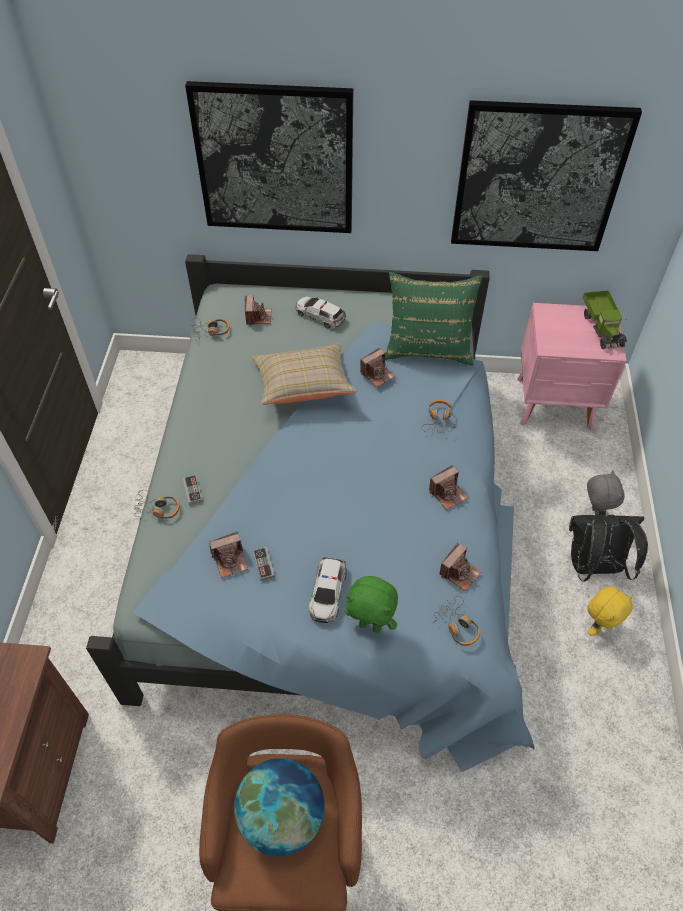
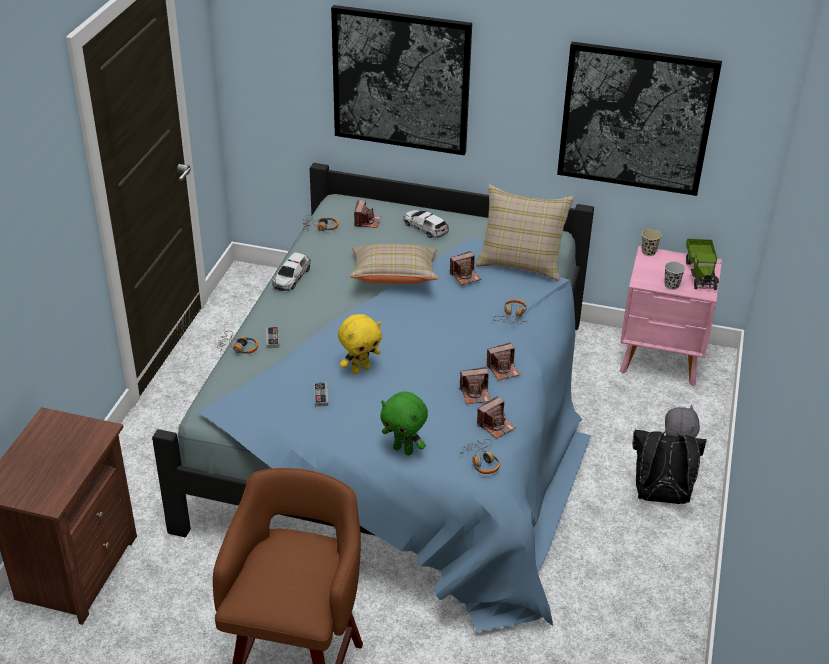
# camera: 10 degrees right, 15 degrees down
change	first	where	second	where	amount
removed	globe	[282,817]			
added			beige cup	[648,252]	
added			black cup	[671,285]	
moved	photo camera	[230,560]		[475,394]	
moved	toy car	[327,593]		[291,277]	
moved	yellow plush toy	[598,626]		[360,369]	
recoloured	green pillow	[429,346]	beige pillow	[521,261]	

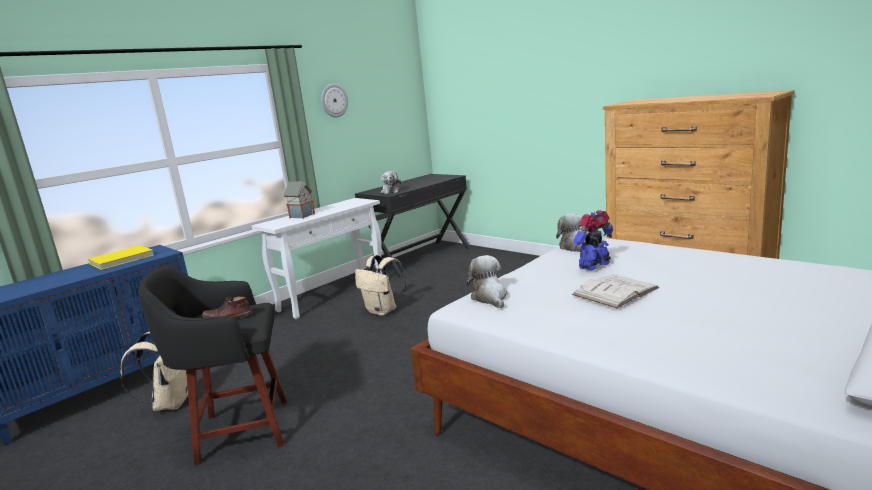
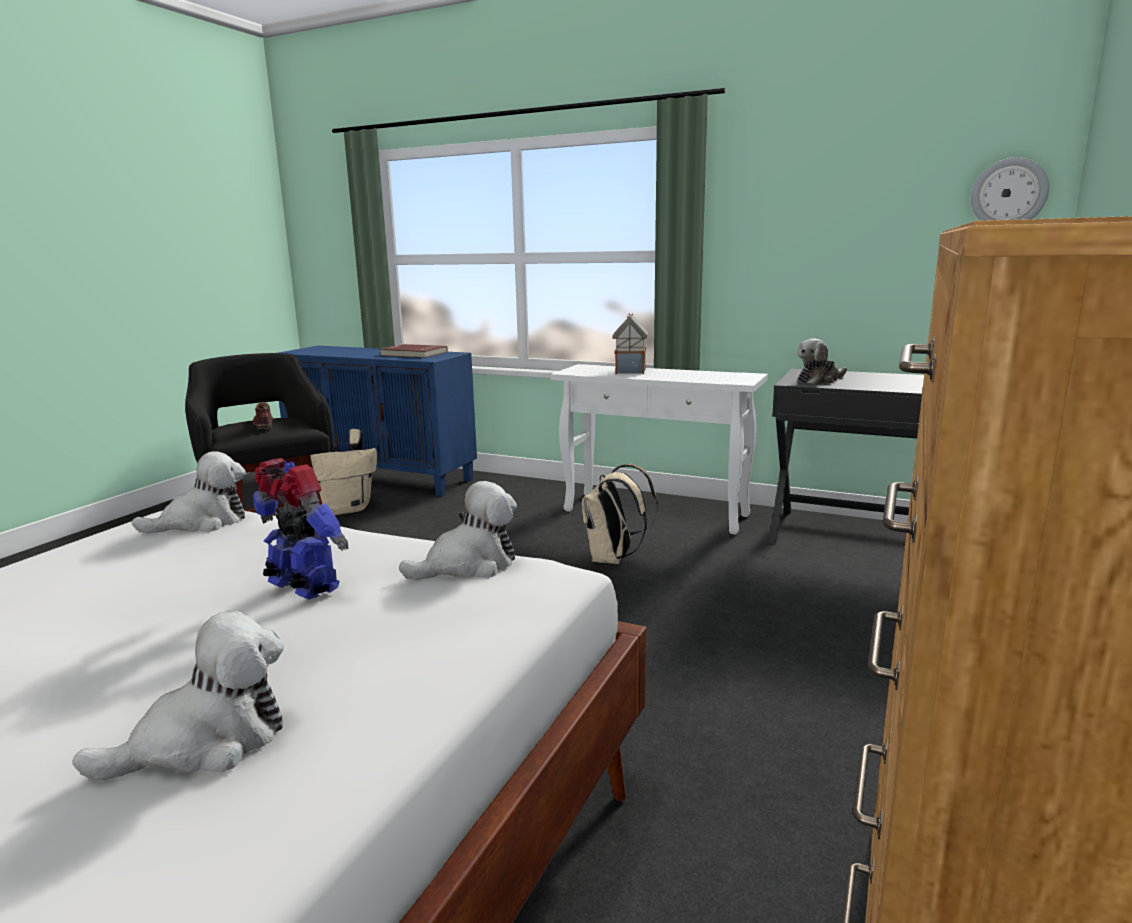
# camera: 70 degrees right, 0 degrees up
change	first	where	second	where	amount
removed	white book	[615,291]			
added			plush toy	[206,741]	
moved	wall clock	[334,100]		[1009,193]	
recoloured	yellow book	[122,259]	red book	[413,354]	

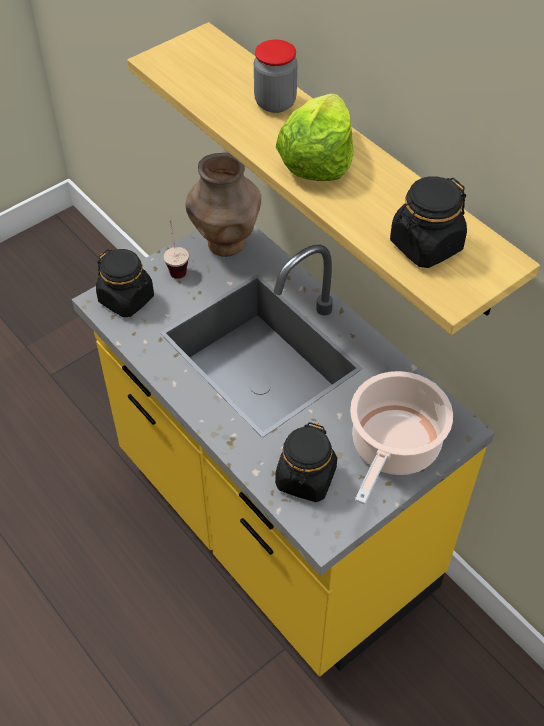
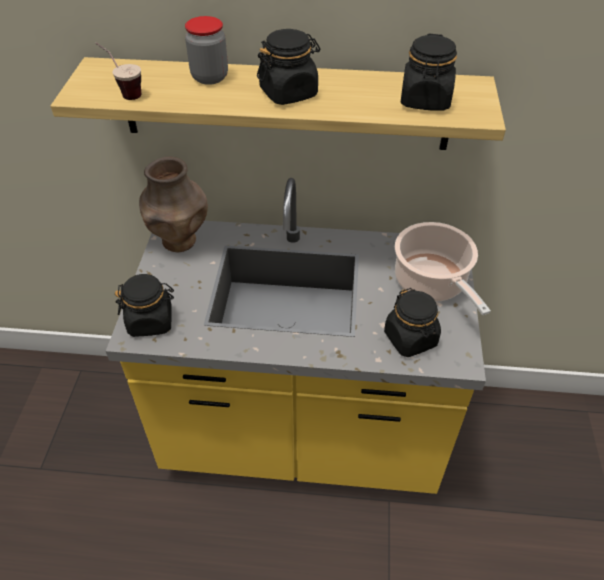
# camera: 45 degrees left, 5 degrees down
change	first	where	second	where	amount
moved	cup	[176,265]		[124,92]	
replaced	lettuce	[316,160]	black jar	[289,93]	

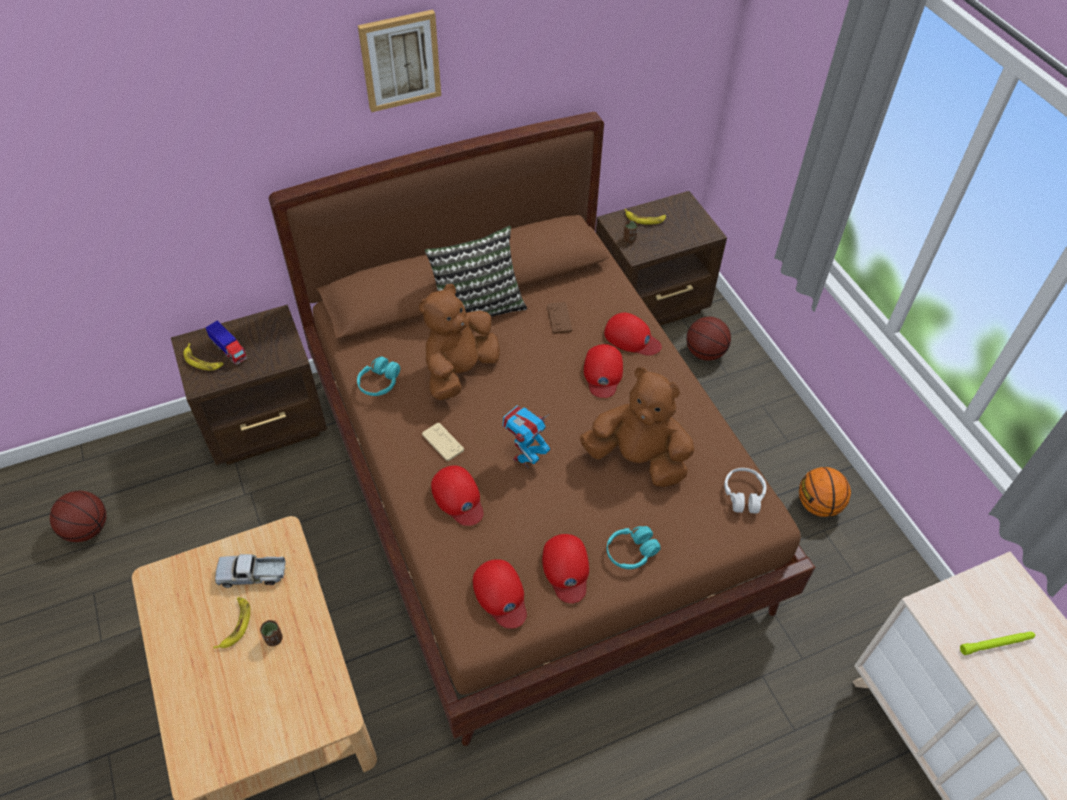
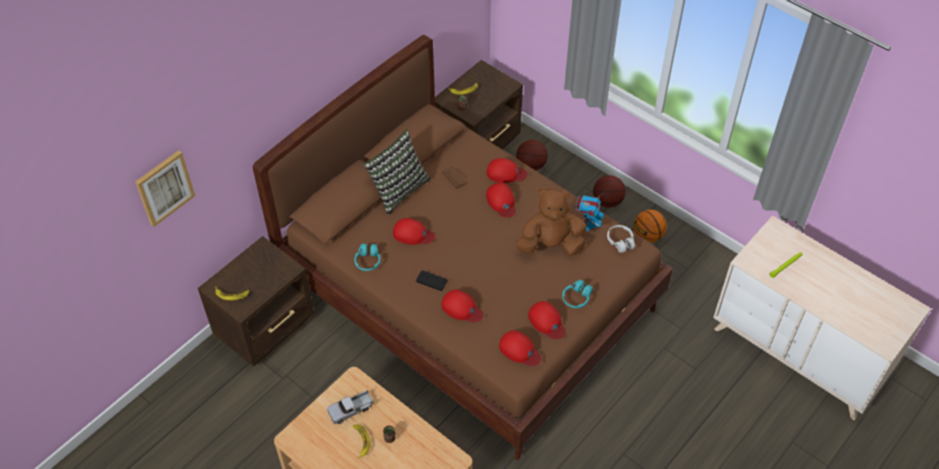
# camera: 25 degrees left, 0 degrees up
change	first	where	second	where	amount
removed	toy truck	[229,350]			
moved	basketball	[87,529]		[607,201]	
moved	picture	[400,60]		[164,187]	
moved	toy robot	[525,458]		[587,227]	
replaced	brown plush toy	[459,371]	red cap	[413,234]	
recoloured	beige game controller	[443,442]	black game controller	[431,281]	

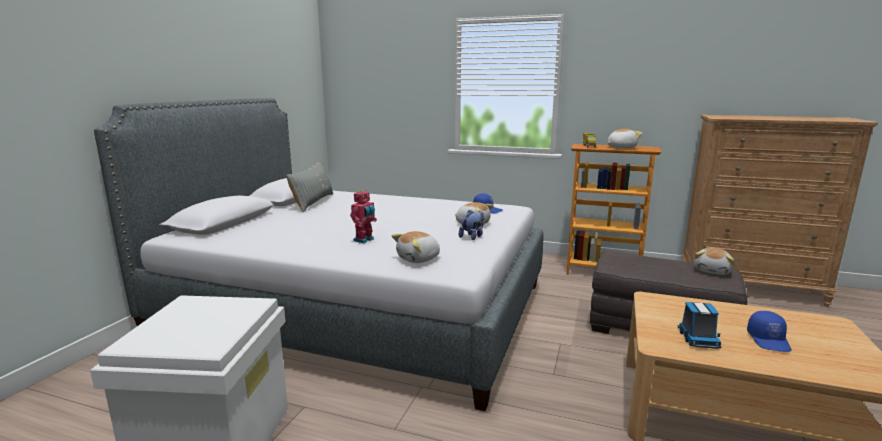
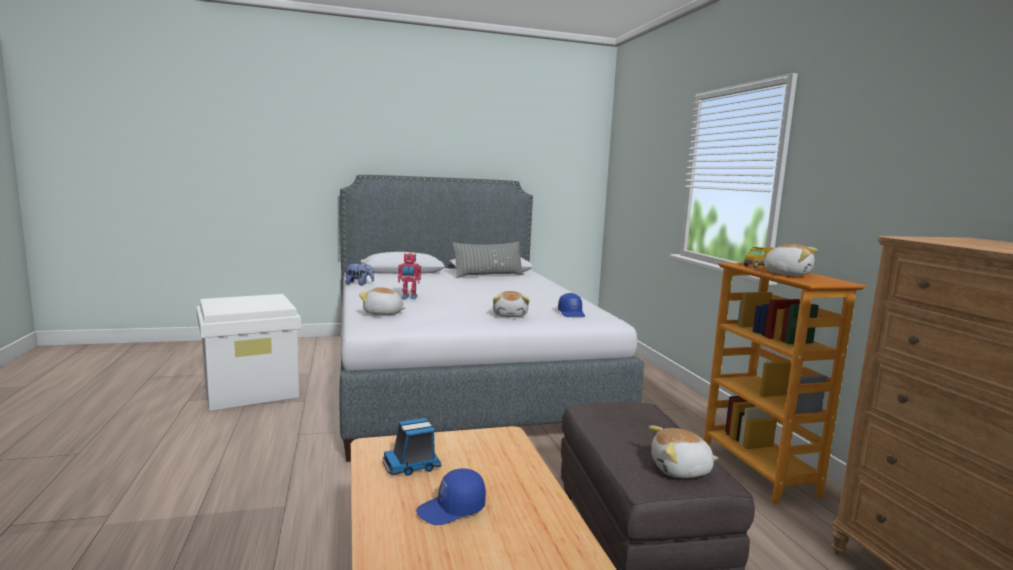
# camera: 55 degrees right, 5 degrees down
change	first	where	second	where	amount
moved	plush toy	[472,236]		[359,284]	

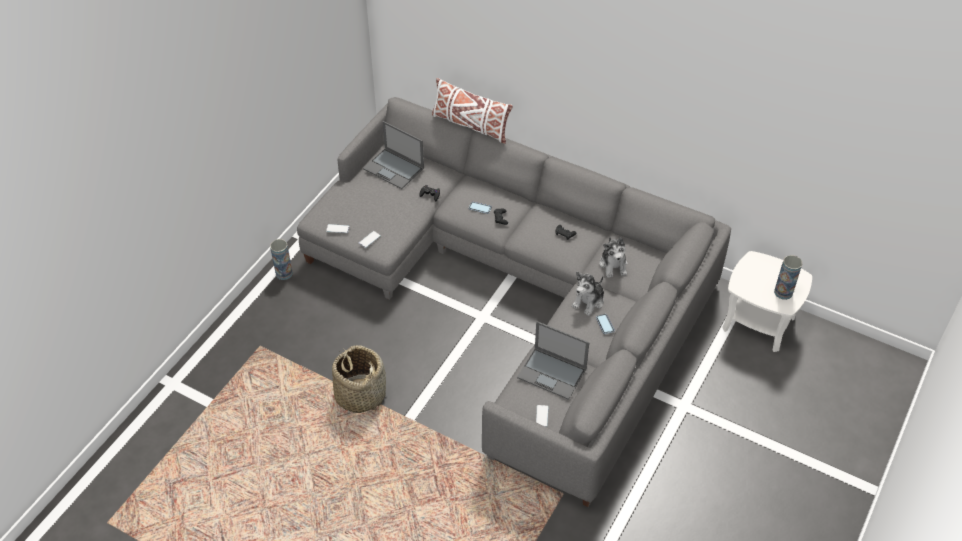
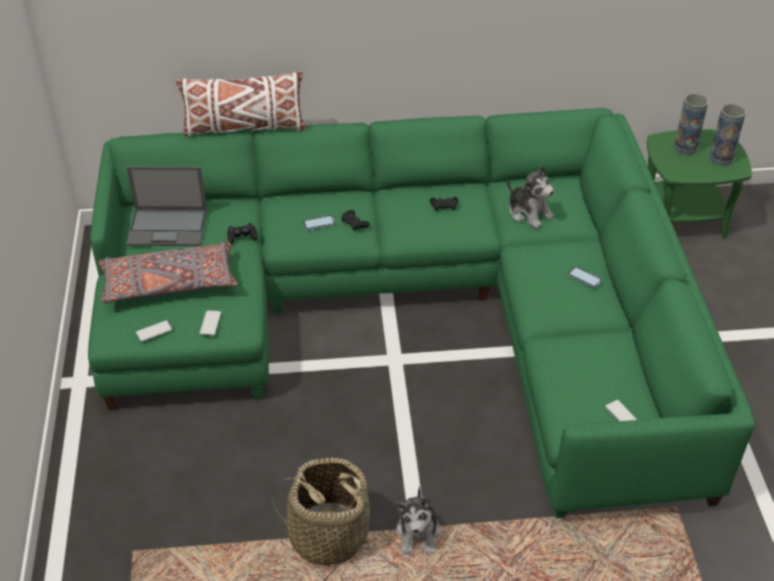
# camera: 35 degrees left, 5 degrees down
change	first	where	second	where	amount
removed	laptop	[552,373]			
added			grey pillow	[169,284]	
moved	vase	[284,273]		[685,148]	
moved	plush toy	[589,301]		[418,533]	
recoloured	grey sofa	[522,293]	green sofa	[415,310]	
recoloured	white side table	[758,323]	green side table	[683,219]	

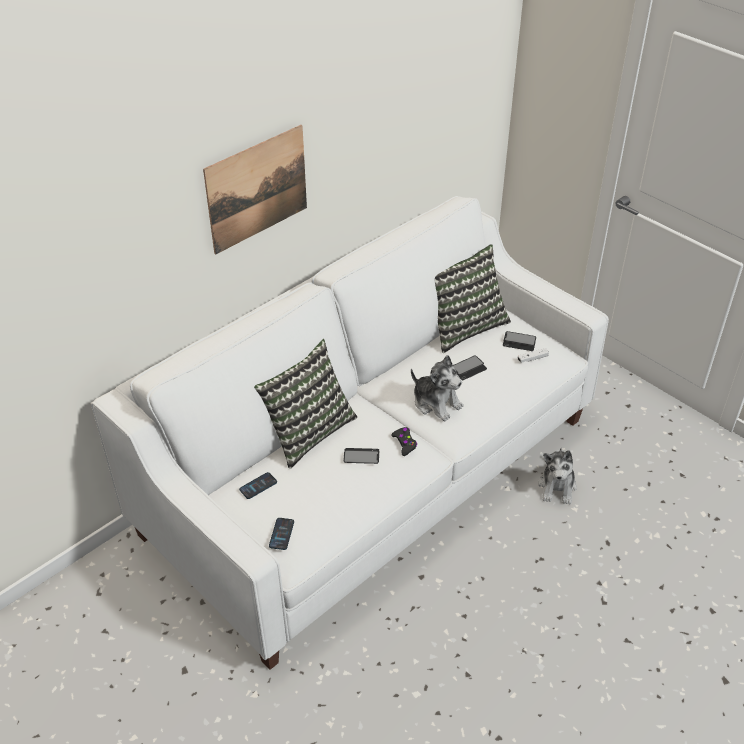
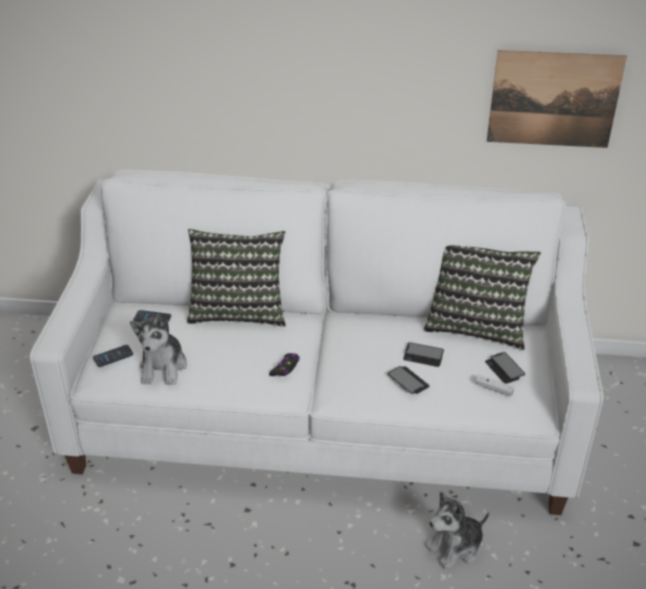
# camera: 50 degrees right, 5 degrees down
change	first	where	second	where	amount
moved	picture	[257,189]		[554,99]	
moved	phone	[361,456]		[408,381]	
moved	plush toy	[436,403]		[163,367]	

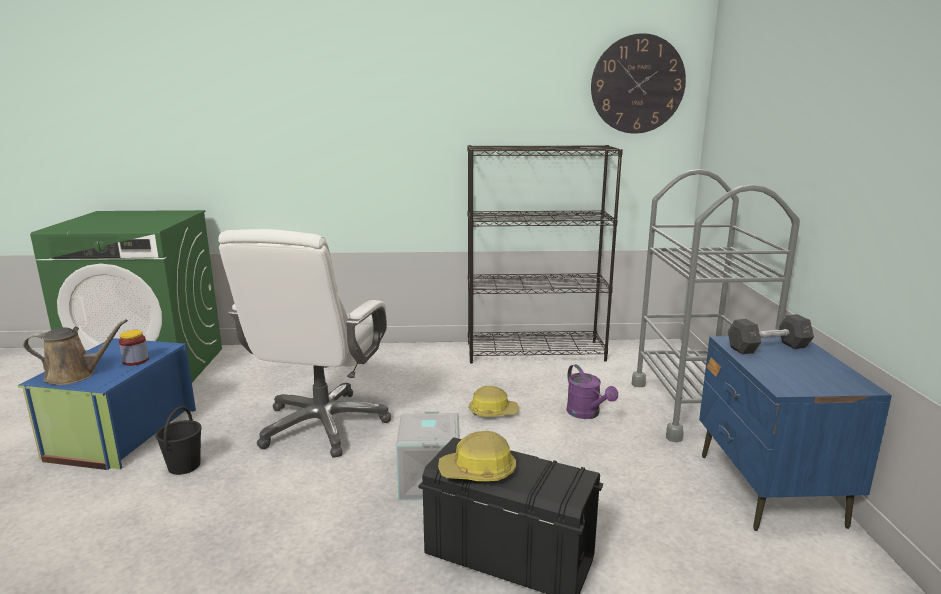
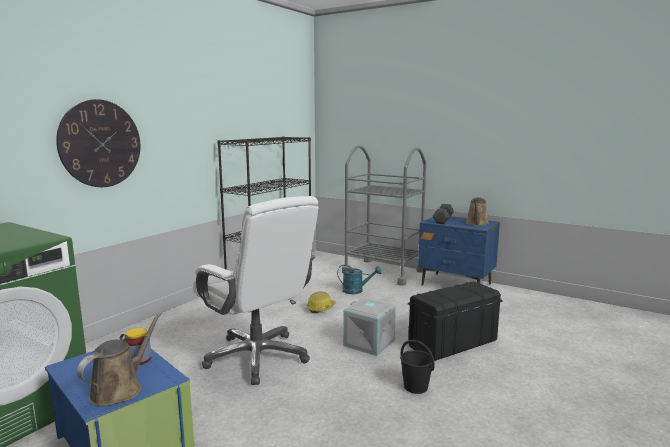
# camera: 55 degrees left, 5 degrees down
change	first	where	second	where	amount
removed	hard hat	[478,472]			
added			brown watering can	[477,224]	
moved	black bucket	[184,466]		[416,387]	
moved	wall clock	[637,84]		[100,144]	
recoloured	purple watering can	[587,414]	turquoise watering can	[356,291]	

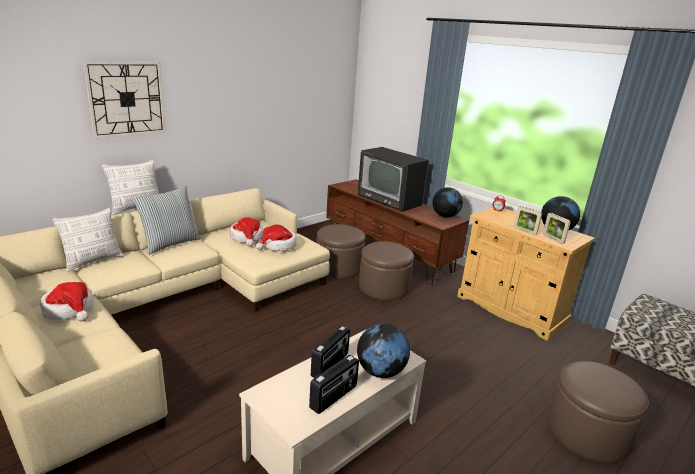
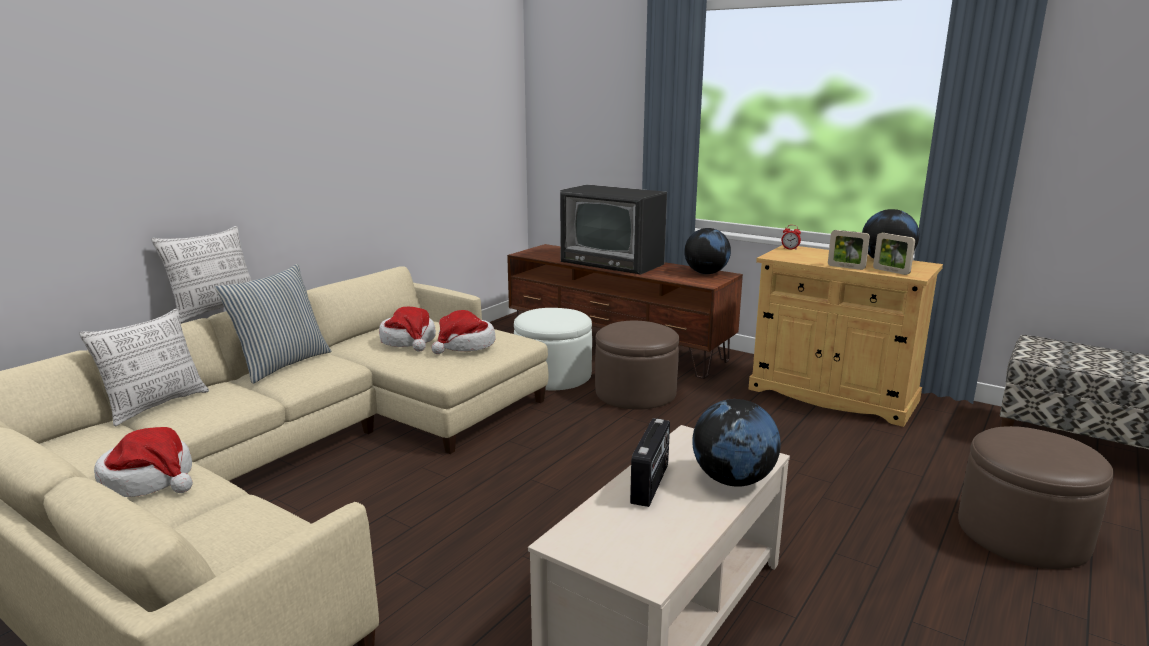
# camera: 10 degrees left, 5 degrees down
change	first	where	second	where	amount
removed	wall clock	[126,99]			
removed	radio	[334,397]			
recoloured	brown ottoman	[339,267]	white ottoman	[553,375]	

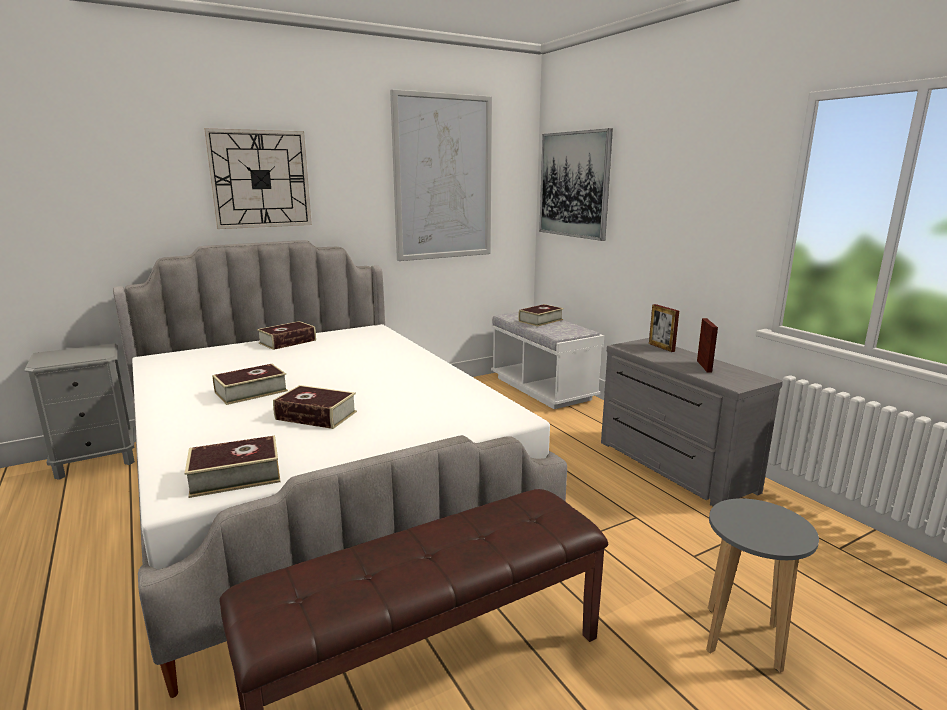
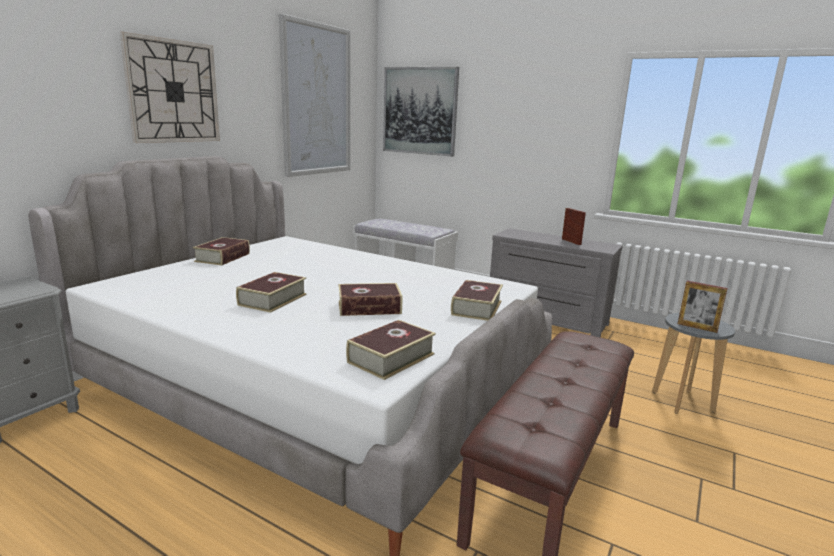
# camera: 30 degrees left, 0 degrees up
change	first	where	second	where	amount
moved	book	[540,320]		[476,308]	
moved	picture frame	[661,347]		[697,327]	

